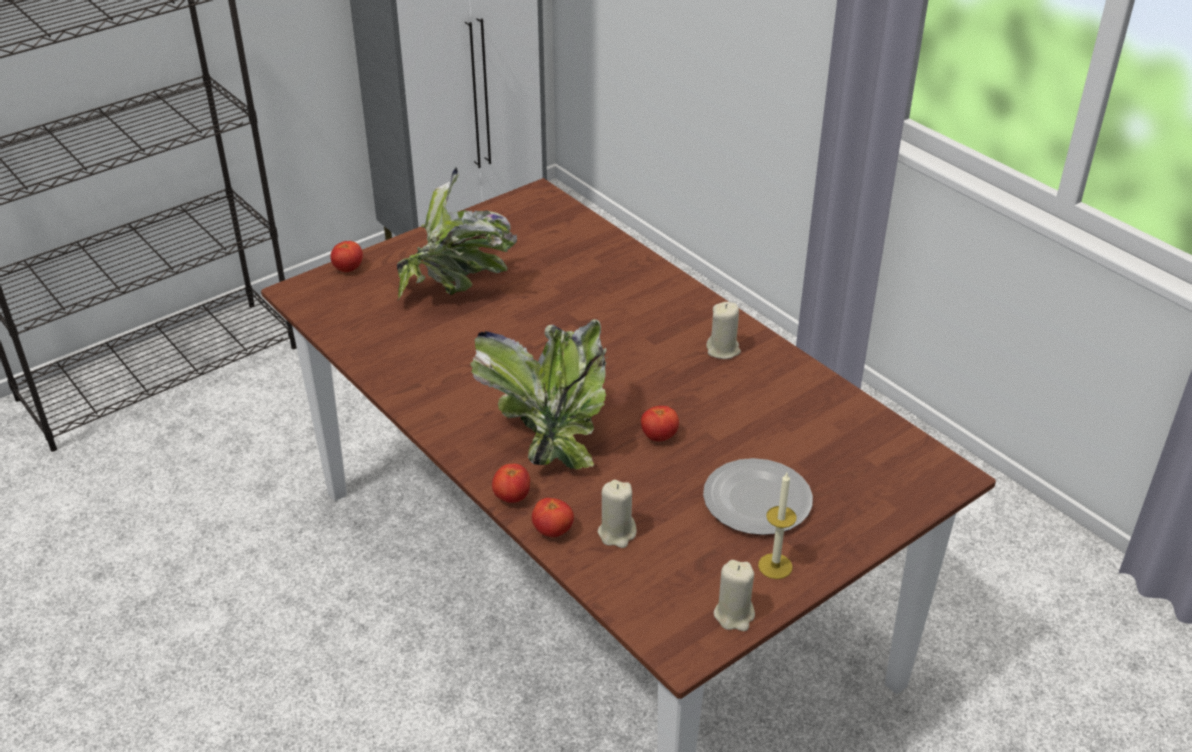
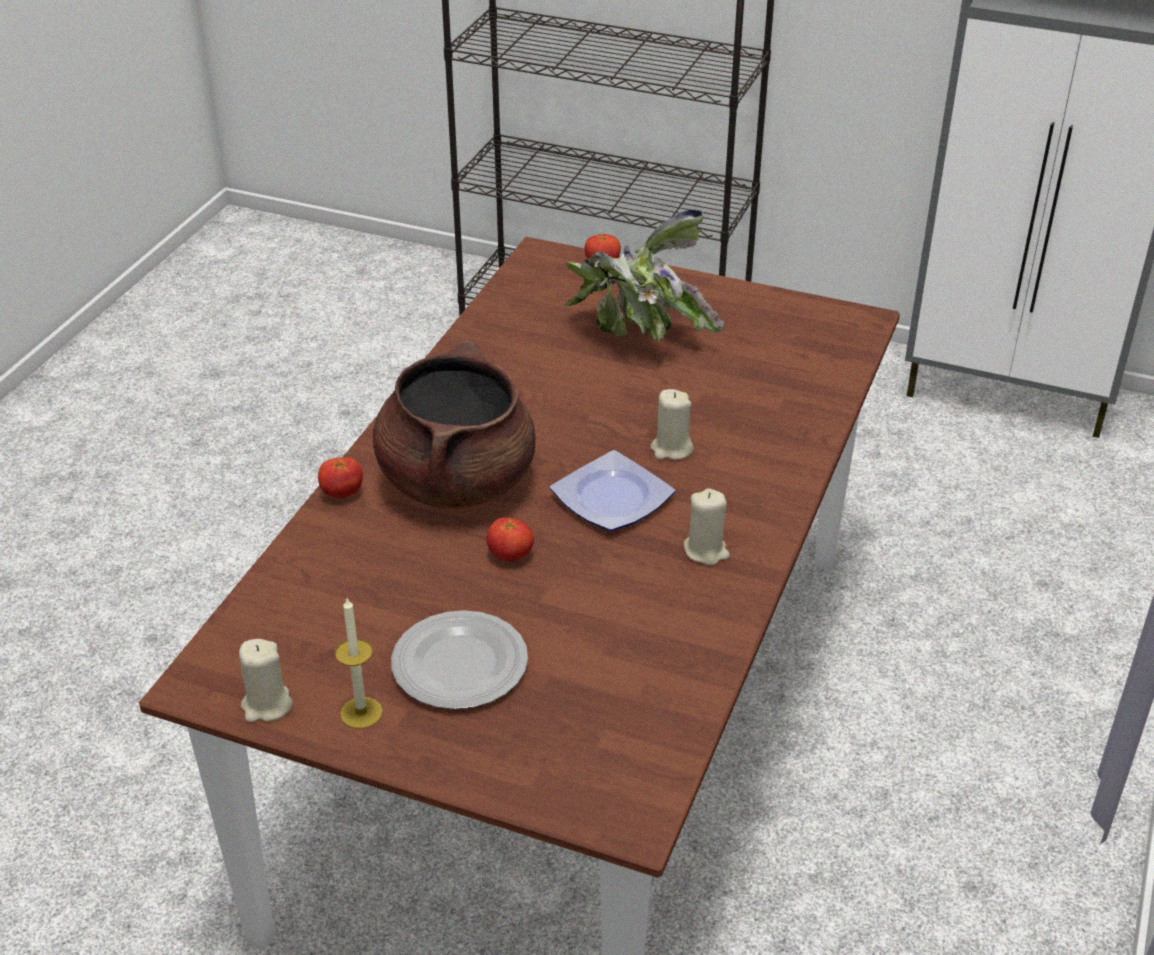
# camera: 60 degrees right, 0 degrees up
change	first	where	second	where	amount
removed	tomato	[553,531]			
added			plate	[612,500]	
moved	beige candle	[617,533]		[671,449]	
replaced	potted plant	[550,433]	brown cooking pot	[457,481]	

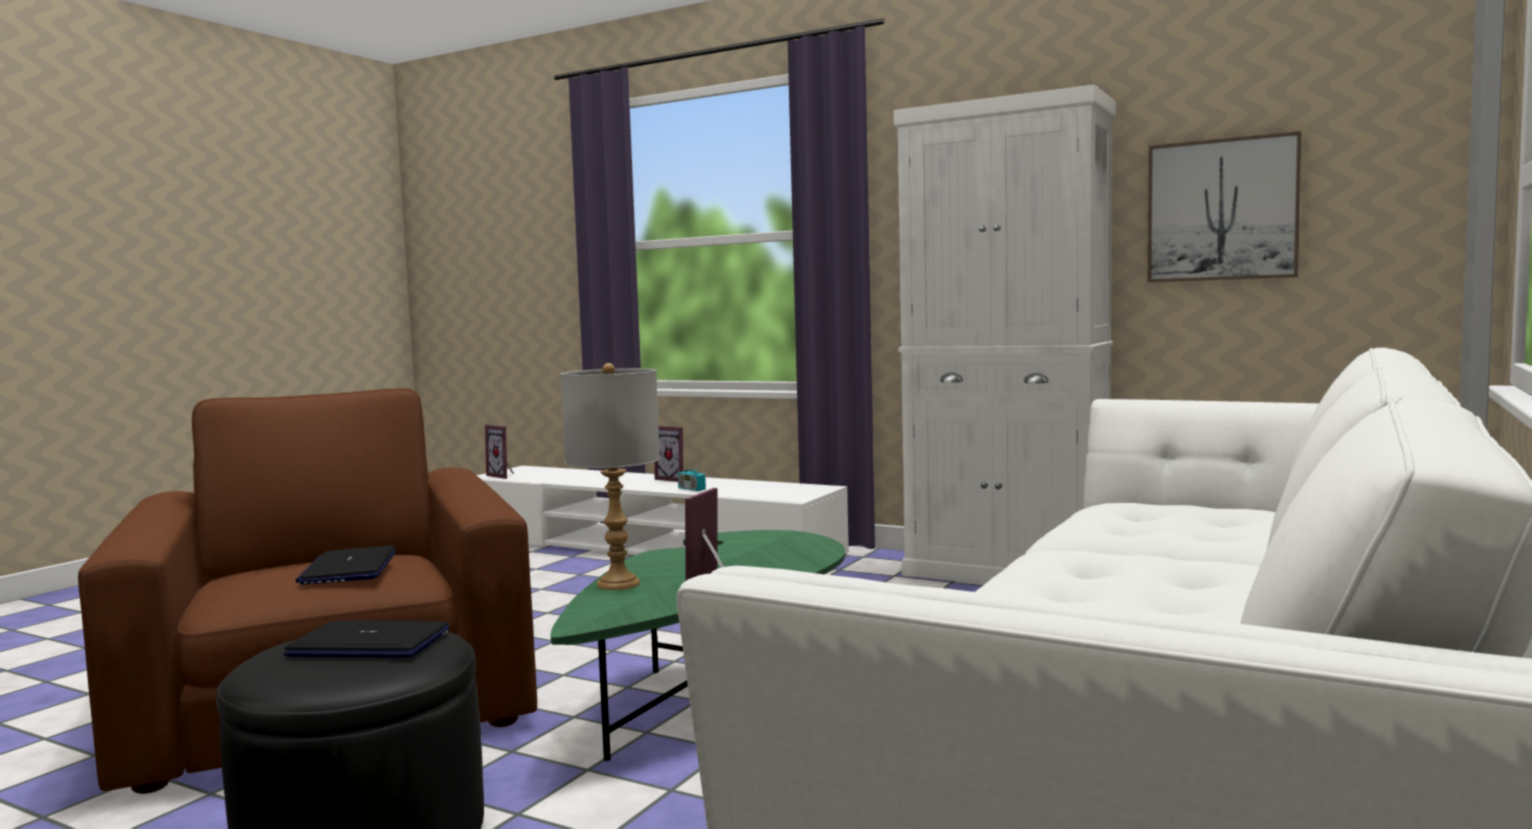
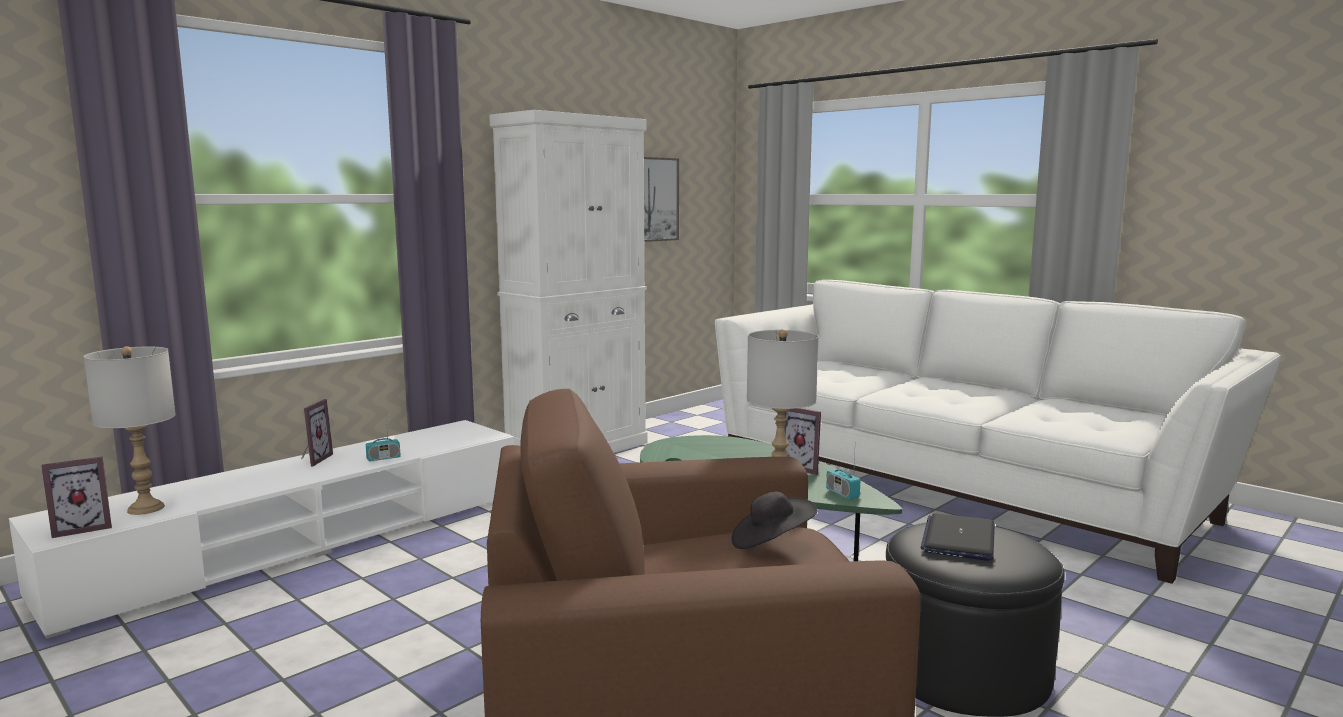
# camera: 75 degrees left, 5 degrees up
change	first	where	second	where	amount
added			grey table lamp	[146,508]	
added			radio	[842,493]	
replaced	laptop	[349,568]	black hat	[771,543]	
turned	picture frame	[675,479]		[312,460]	45 degrees counterclockwise

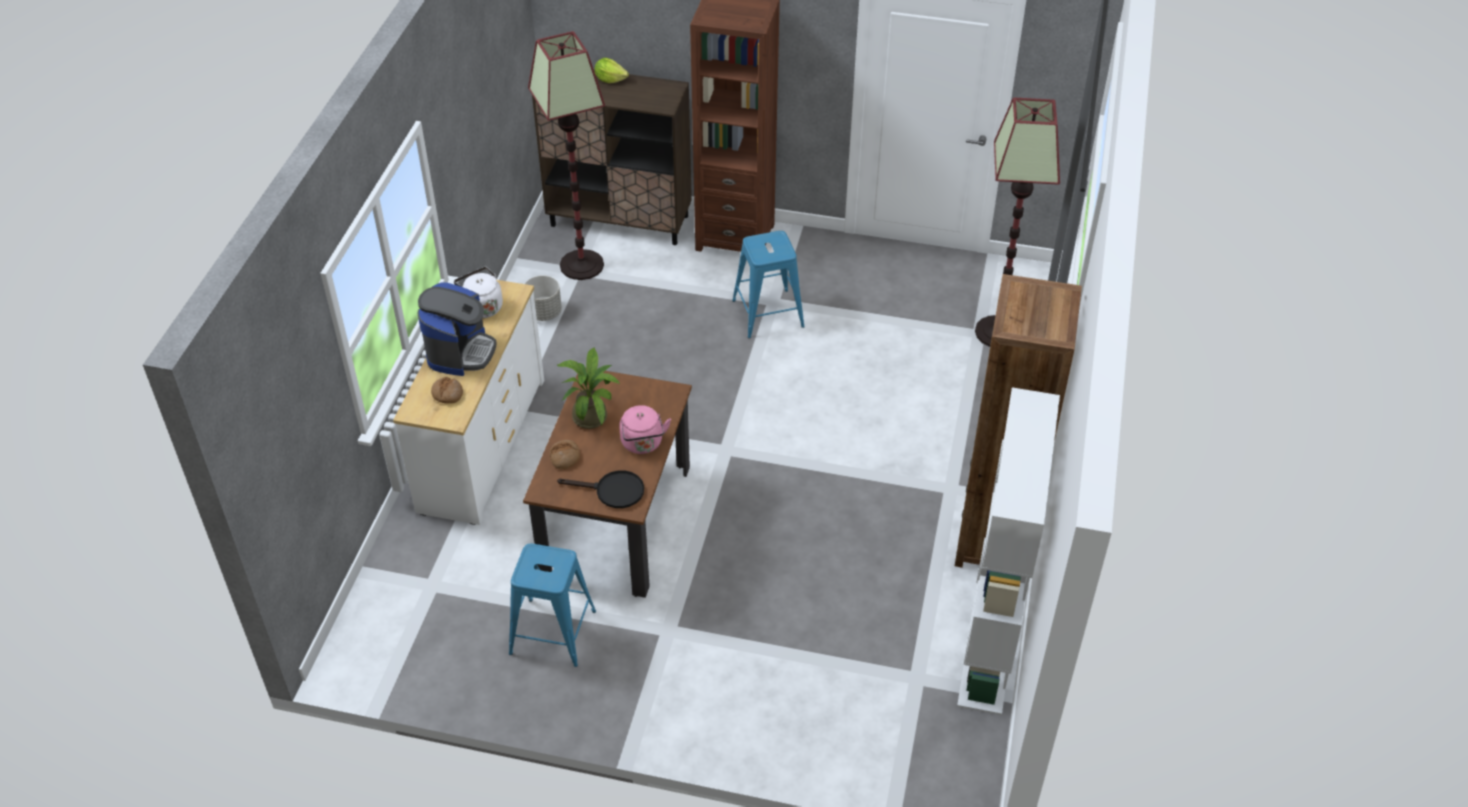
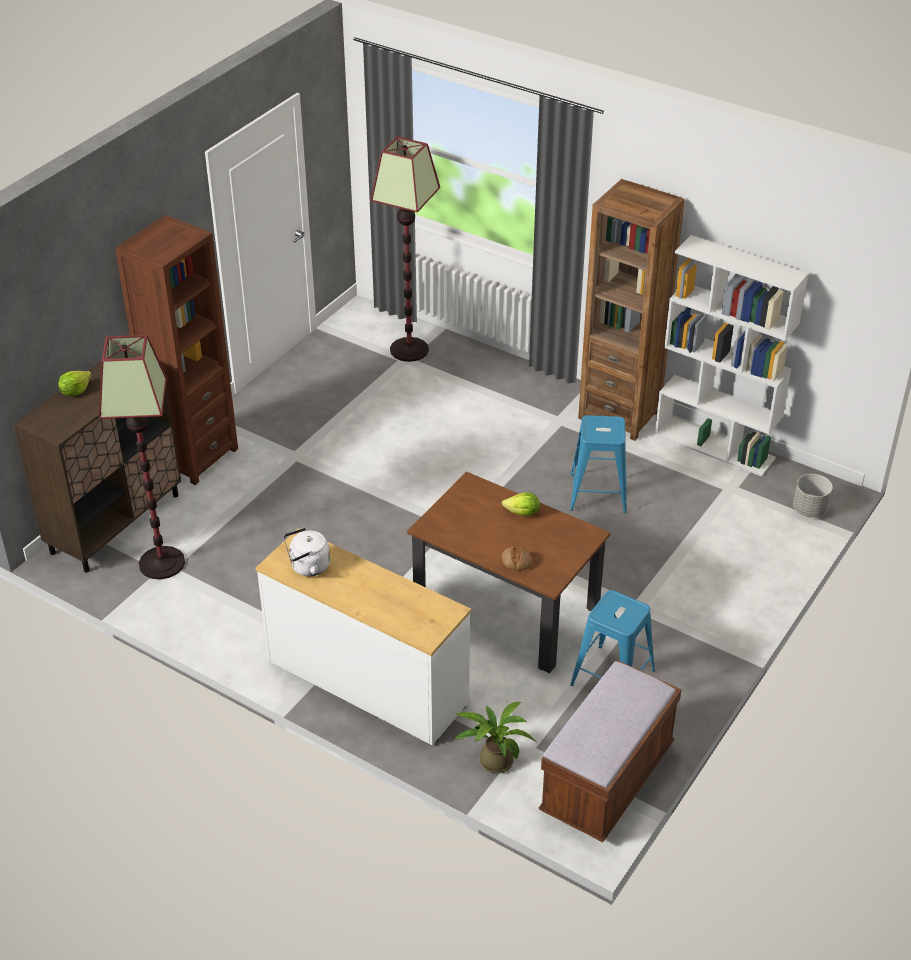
# camera: 70 degrees left, 5 degrees down
change	first	where	second	where	amount
removed	coffee machine	[460,352]			
removed	bread	[447,394]			
removed	black frying pan	[613,491]			
added			brown bench	[607,780]	
moved	grey planter	[544,312]		[809,509]	
moved	potted plant	[592,414]		[493,759]	
moved	blue stool	[768,314]		[598,493]	
replaced	pink kettle	[643,444]	lettuce	[522,513]	

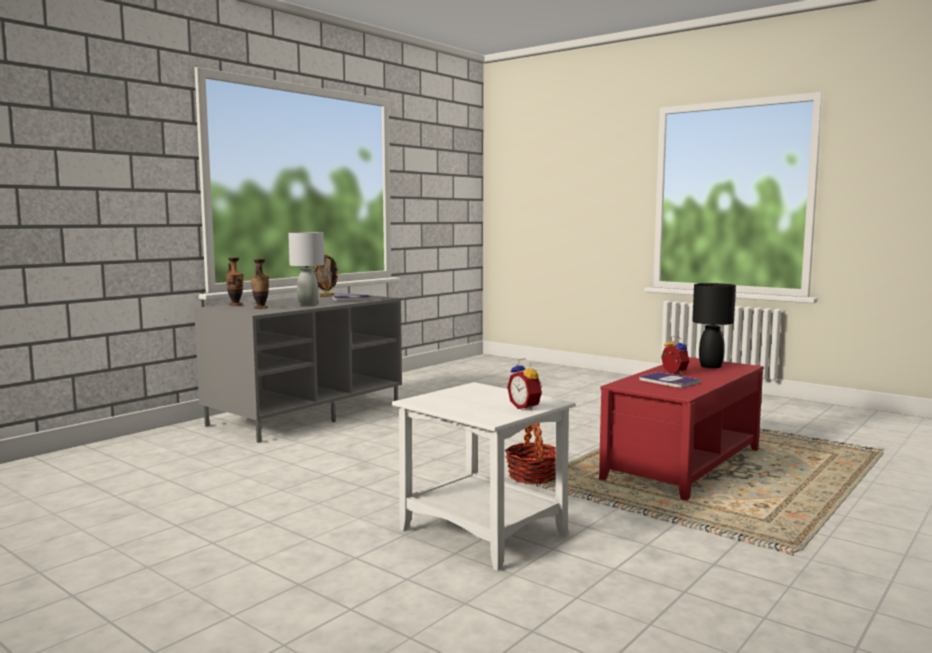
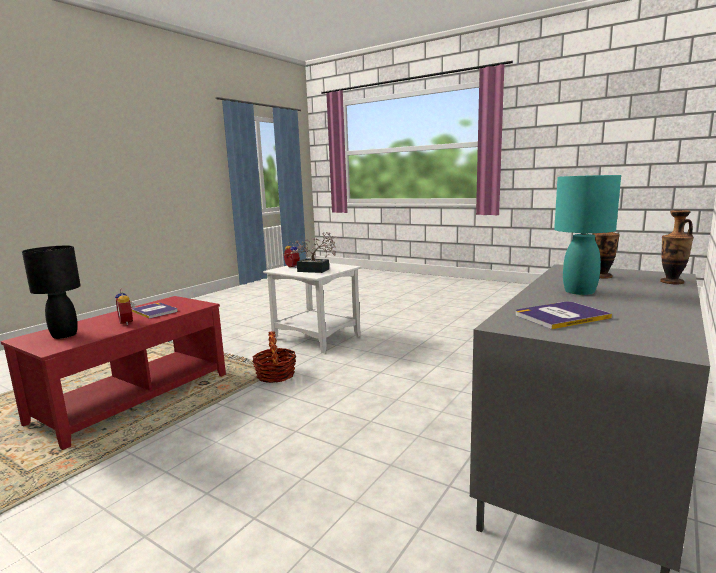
# camera: 175 degrees right, 5 degrees up
change	first	where	second	where	amount
removed	picture frame	[326,296]			
added			potted plant	[316,270]	
recoloured	grey table lamp	[308,303]	turquoise table lamp	[579,291]	

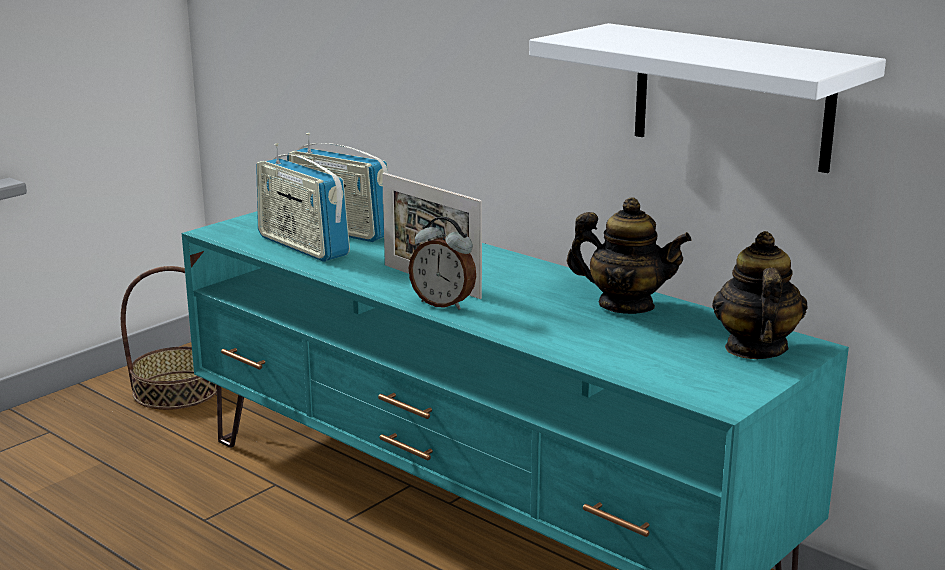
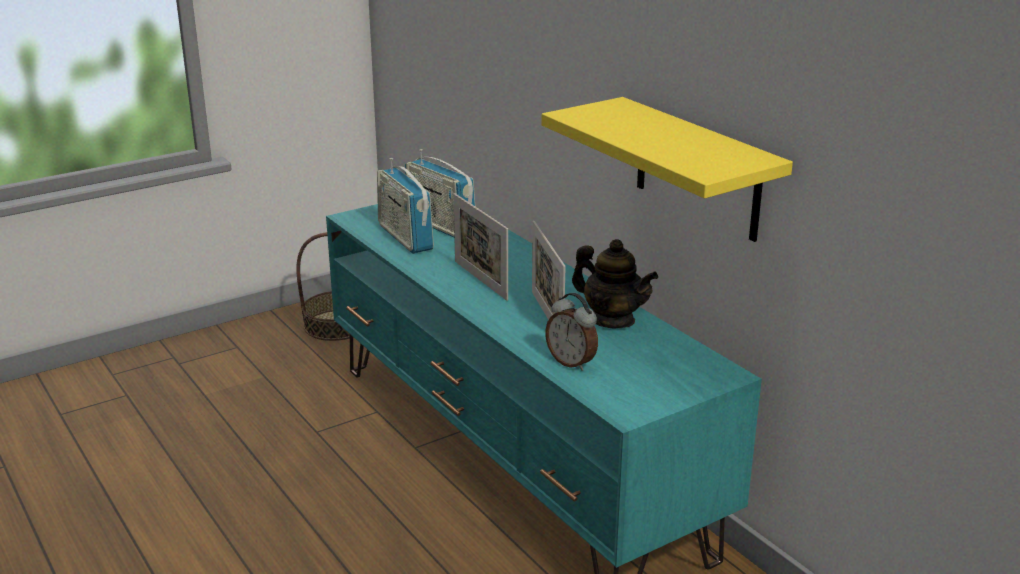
# camera: 15 degrees right, 5 degrees up
change	first	where	second	where	amount
removed	teapot	[755,348]			
added			picture frame	[547,316]	
moved	alarm clock	[443,304]		[572,362]	
recoloured	white shelf	[731,97]	yellow shelf	[697,170]	

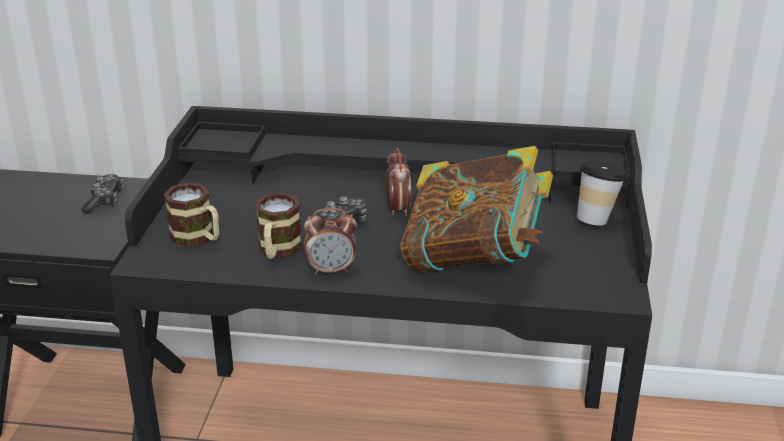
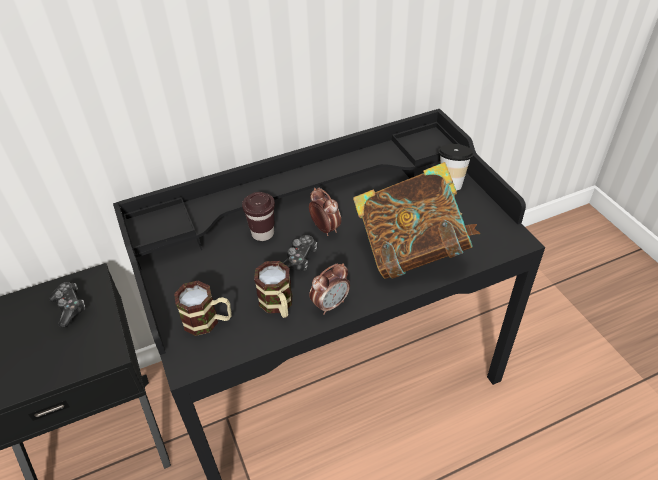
# camera: 30 degrees left, 15 degrees up
change	first	where	second	where	amount
added			brown cup	[263,233]	

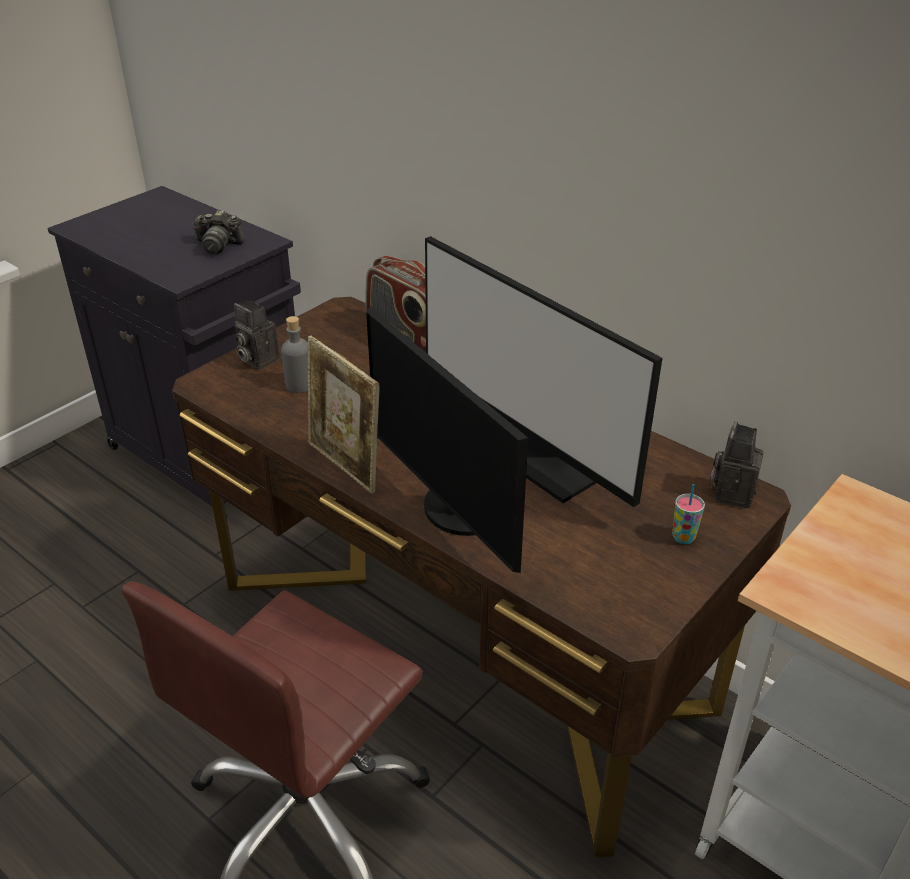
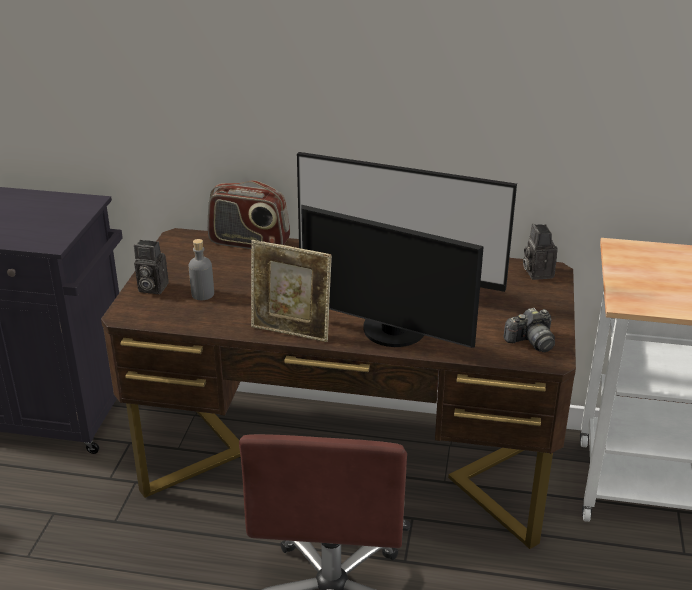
# camera: 30 degrees left, 5 degrees down
change	first	where	second	where	amount
removed	cup	[683,538]			
moved	photo camera	[218,245]		[531,342]	

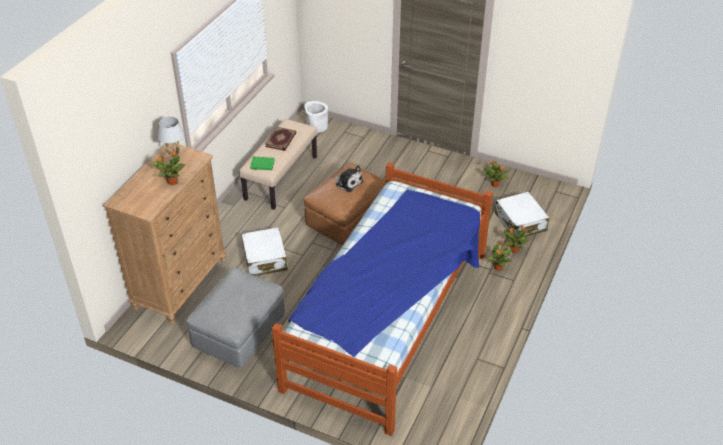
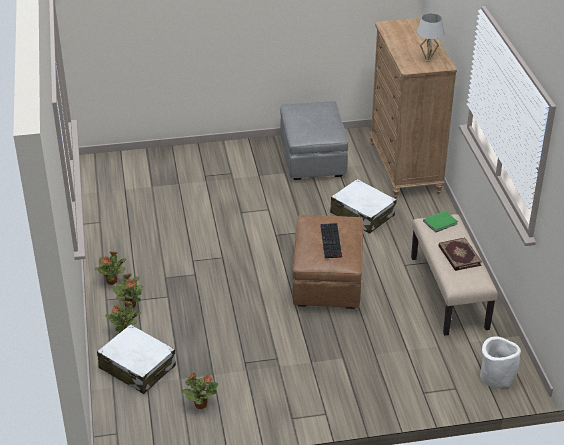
# camera: 145 degrees right, 5 degrees down
change	first	where	second	where	amount
removed	bed	[390,319]			
moved	potted plant	[172,182]		[112,281]	
replaced	plush toy	[348,182]	keyboard	[331,241]	

